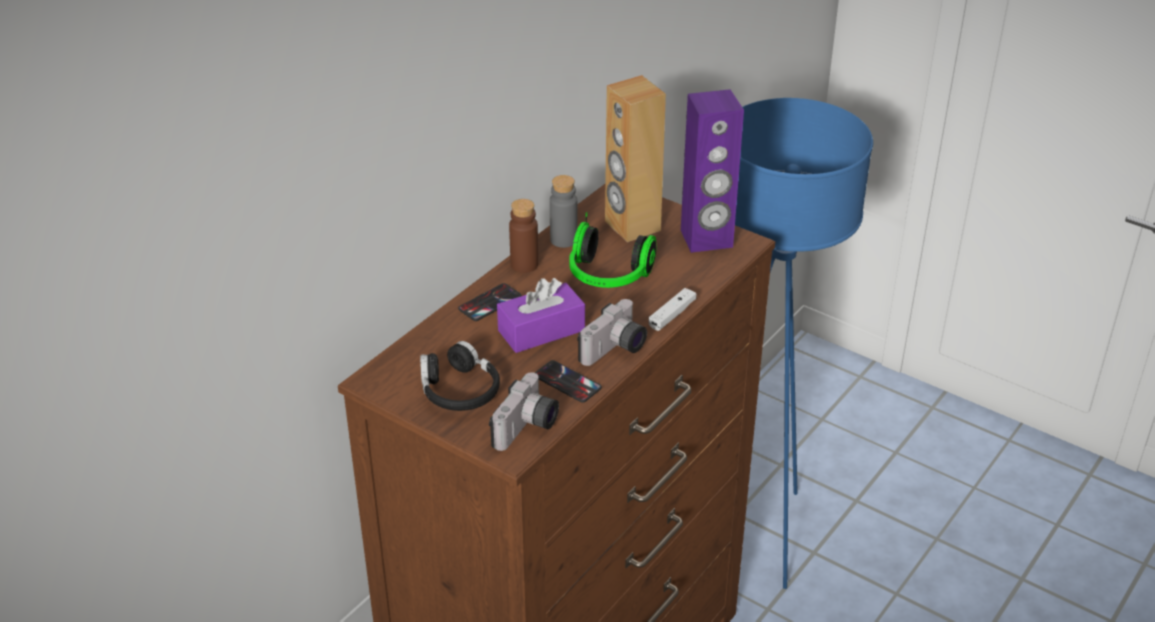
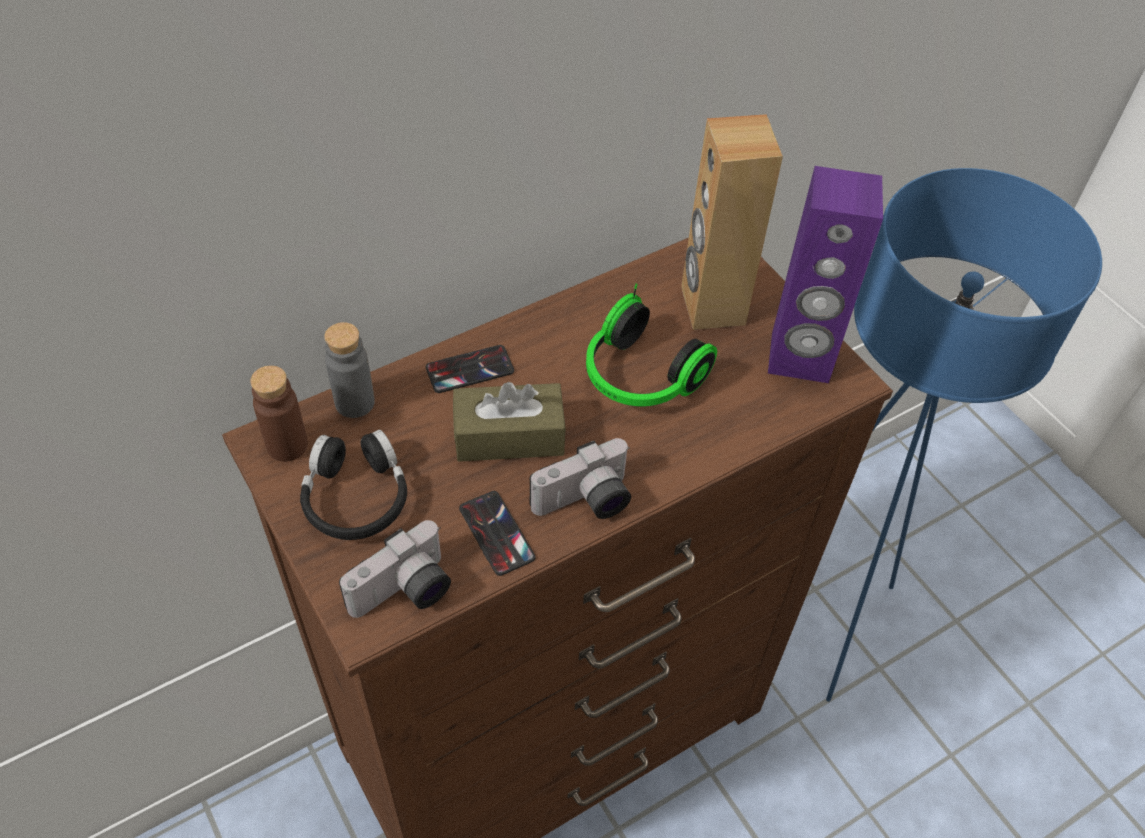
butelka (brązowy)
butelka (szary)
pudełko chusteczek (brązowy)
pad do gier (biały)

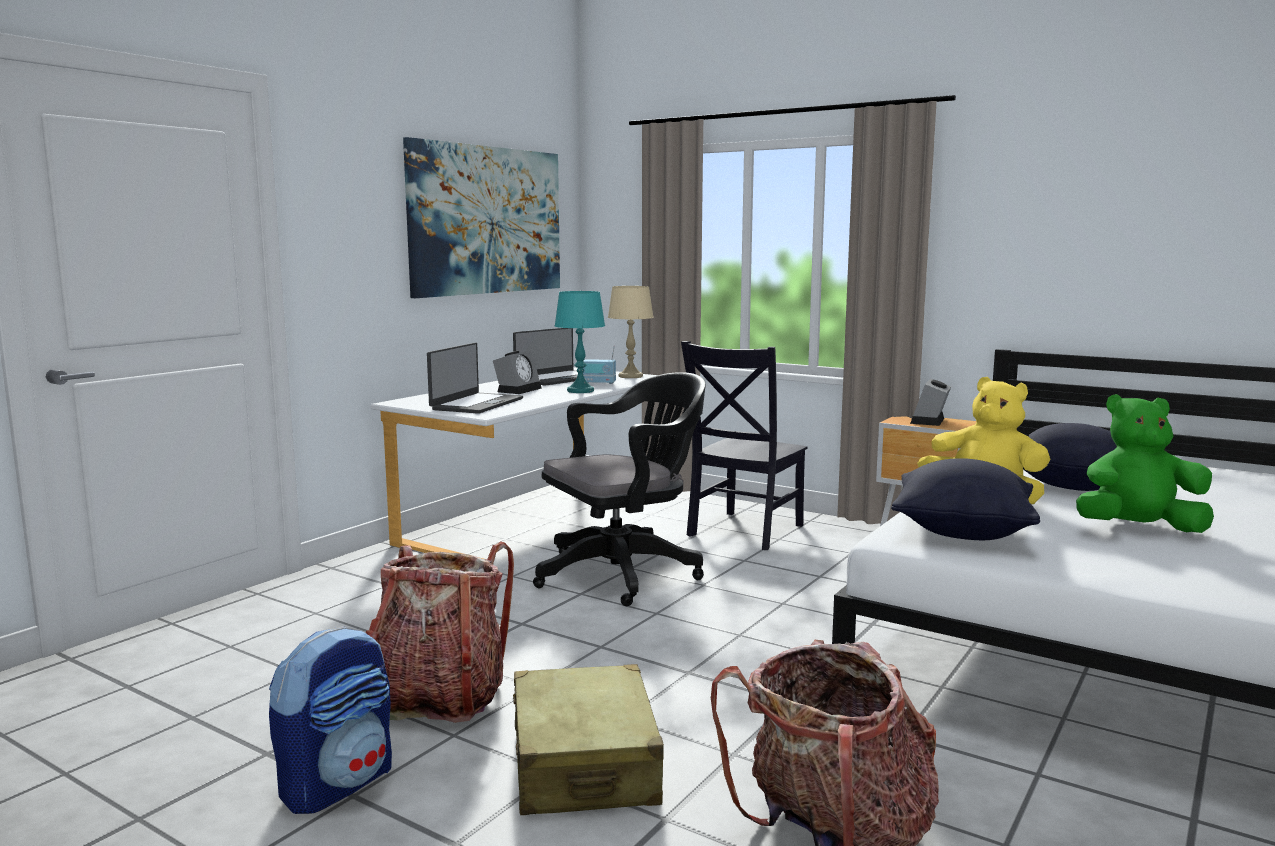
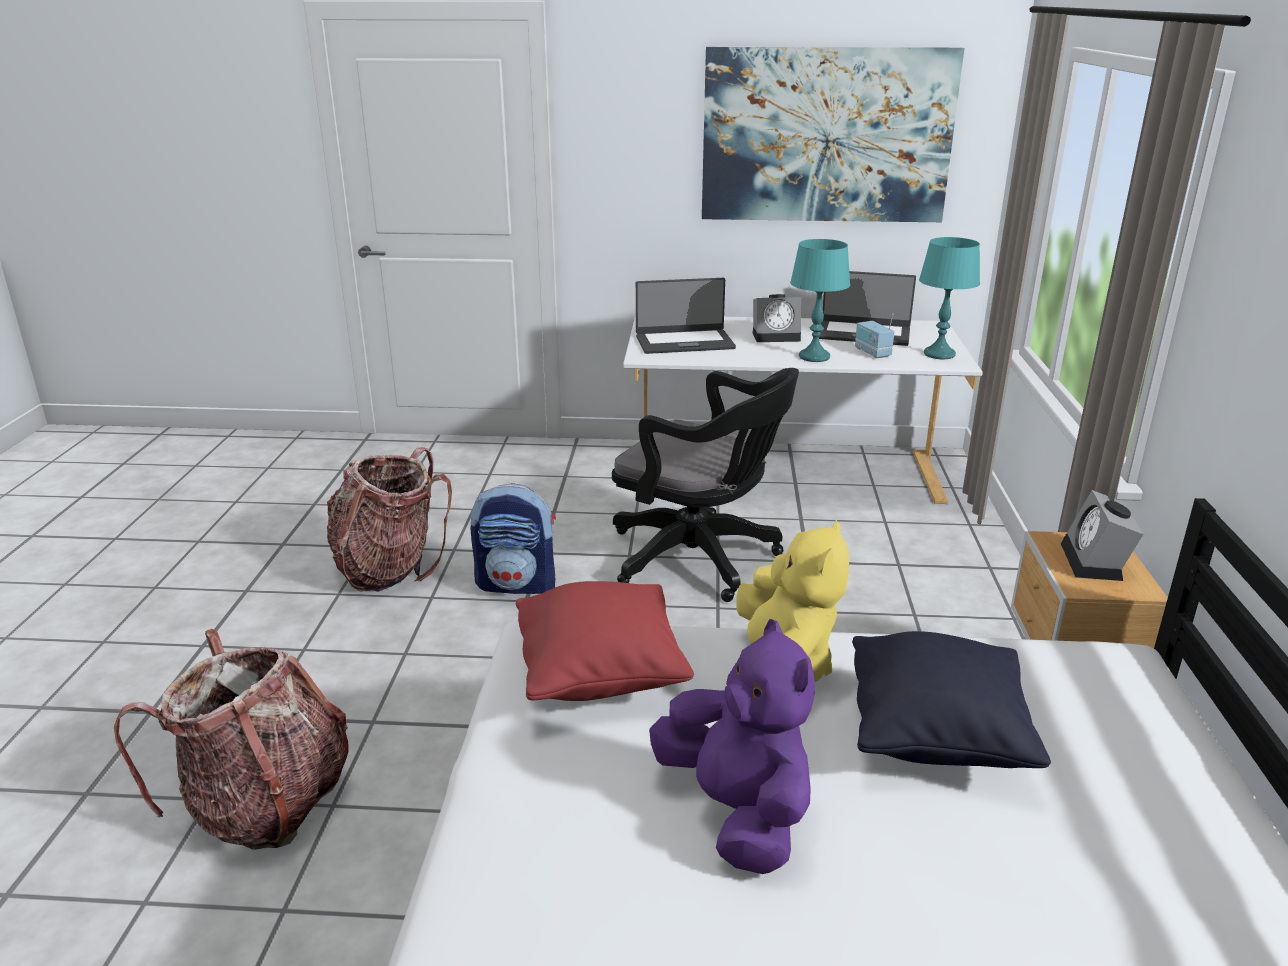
plecak (no. 3 from left)
poduszka (czerwony)
pluszak (fioletowy)
lampa stołowa (turkusowy) (no. 2 from left)
budzik (no. 2 from left)
walizka (beżowy)
krzesło (czarny)

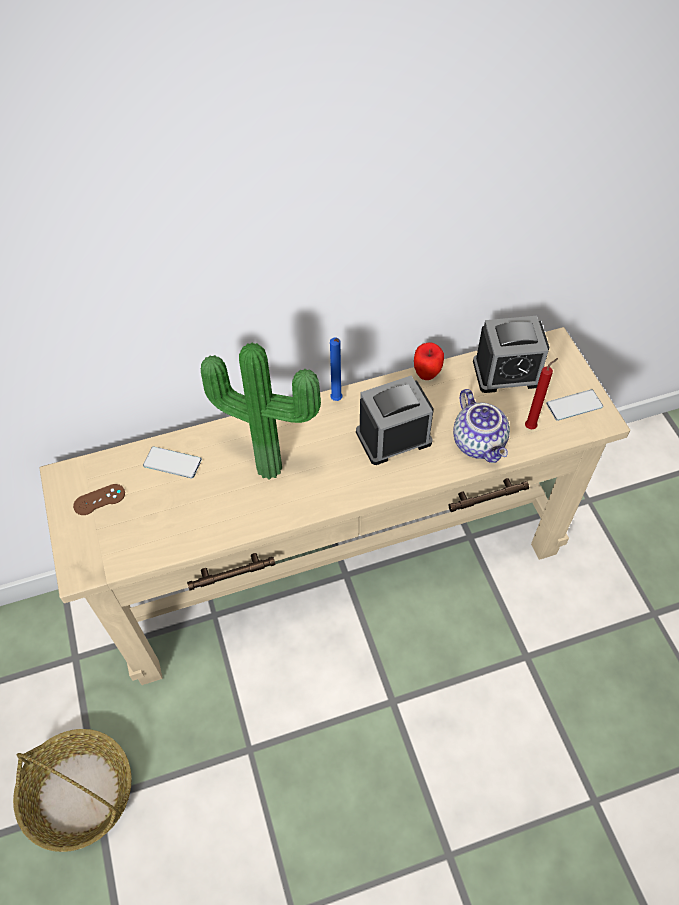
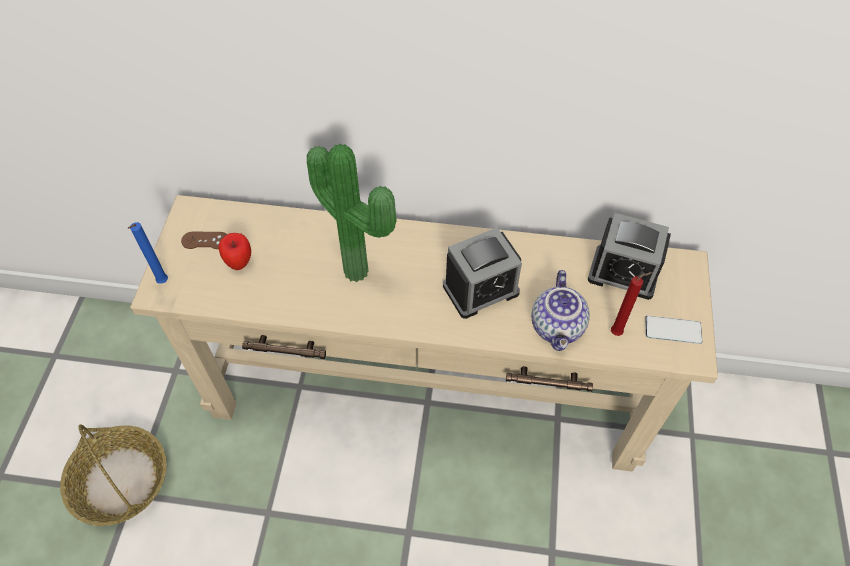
świeca (niebieski)
jabłko
budzik (no. 1 from left)
telefon (no. 1 from left in the first image)

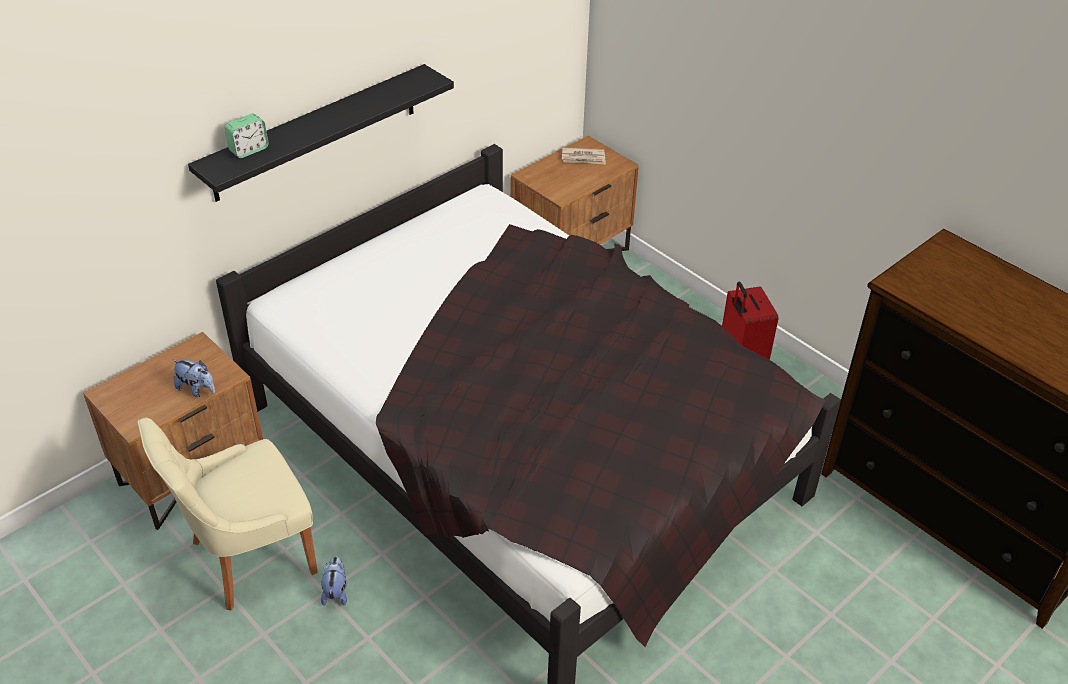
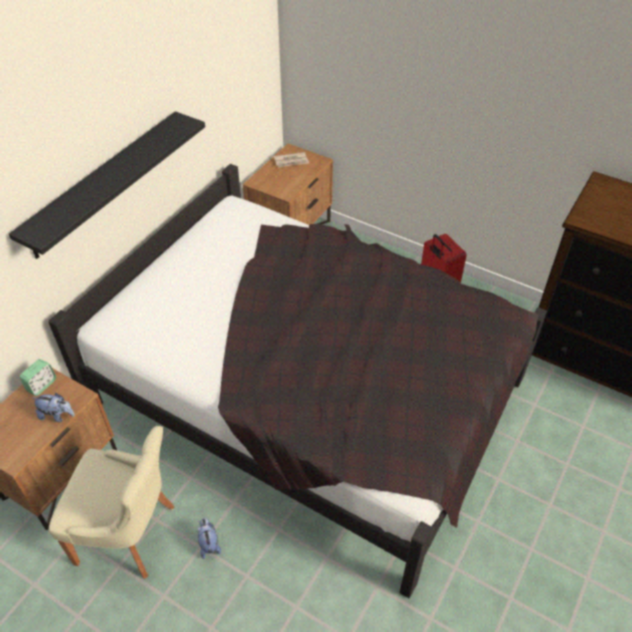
budzik
krzesło (beżowy)

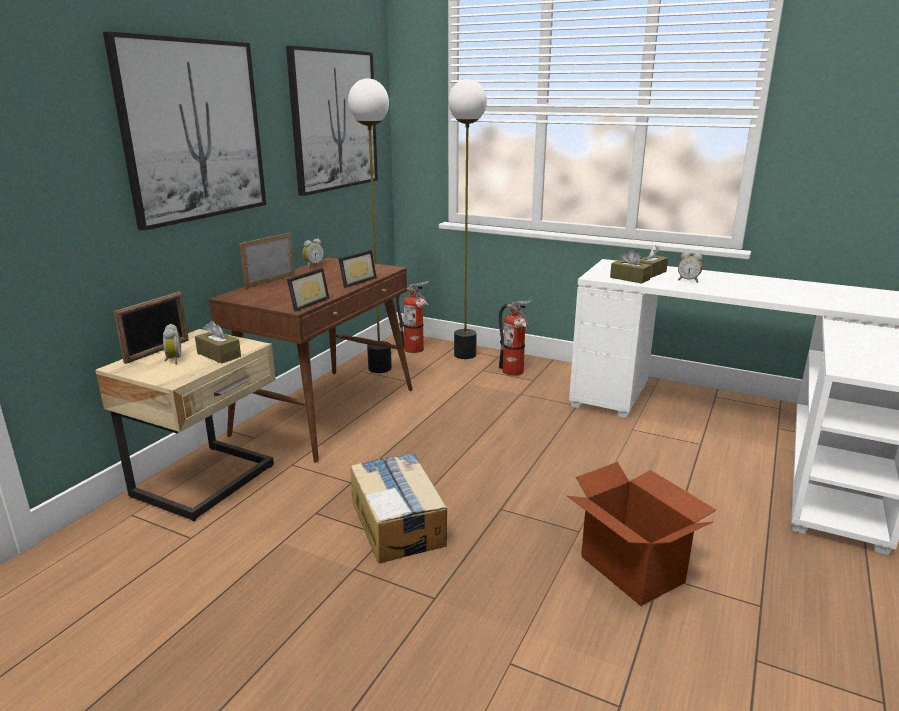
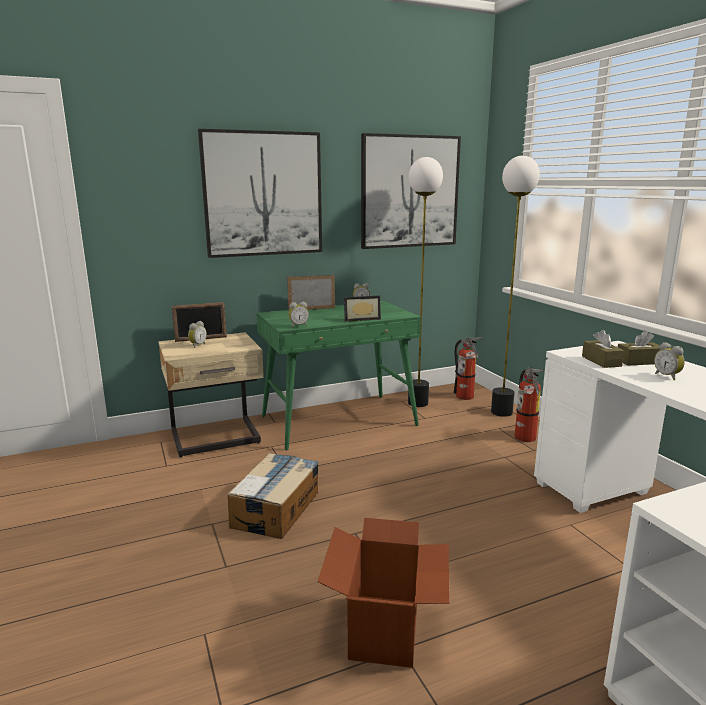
biurko (zielony)
budzik (no. 2 from left)
pudełko chusteczek (brązowy) (no. 1 from left in the first image)

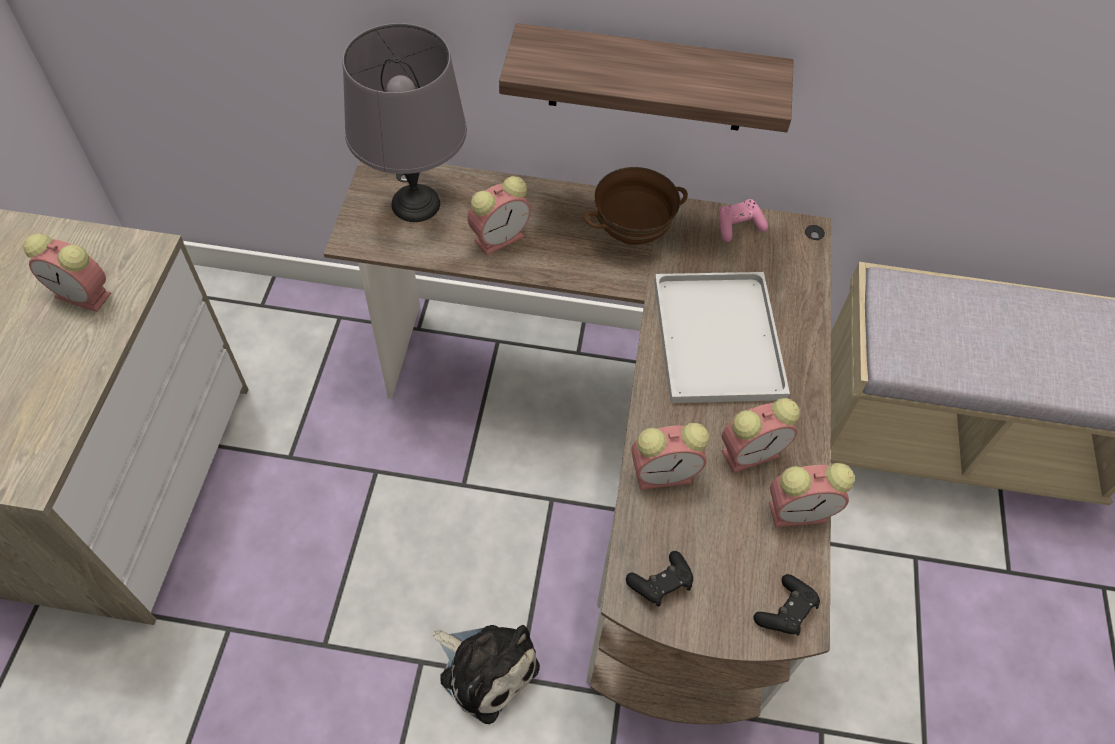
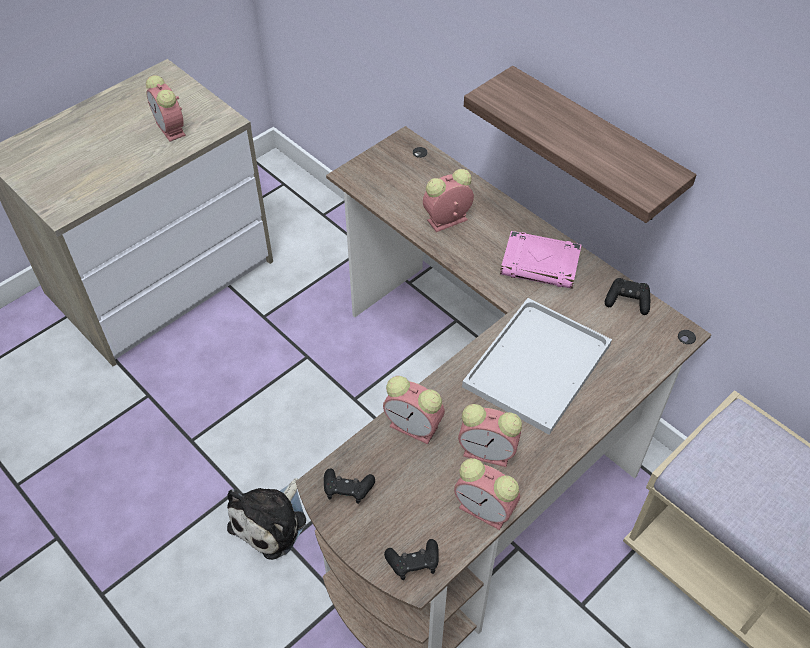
pluszak
budzik (no. 3 from left)
książka (różowy)
pad do gier (czarny) (no. 3 from left)
lampa stołowa (szary)

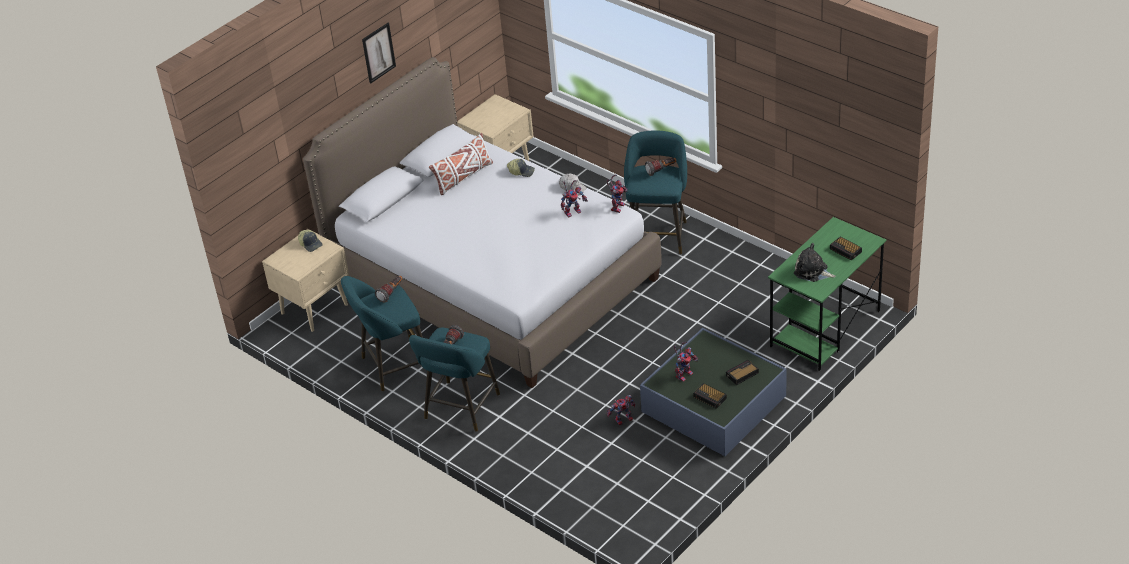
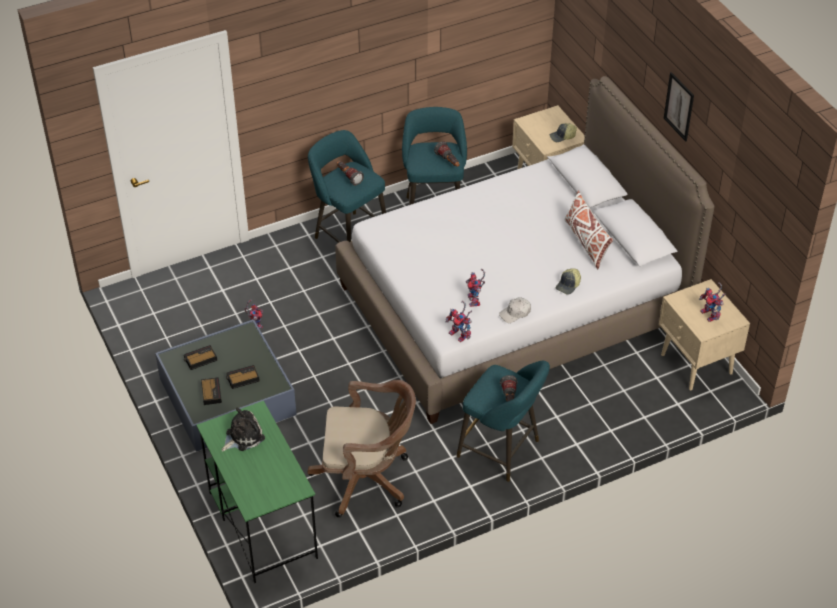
budzik (no. 3 from left)
krzesło biurowe (brązowy)
robot zabawkowy (no. 4 from left)

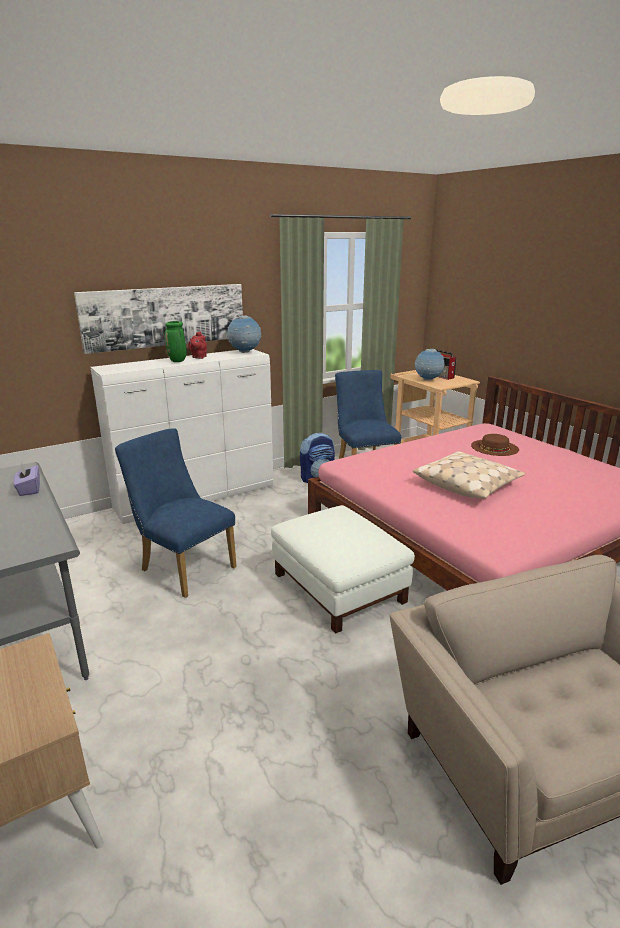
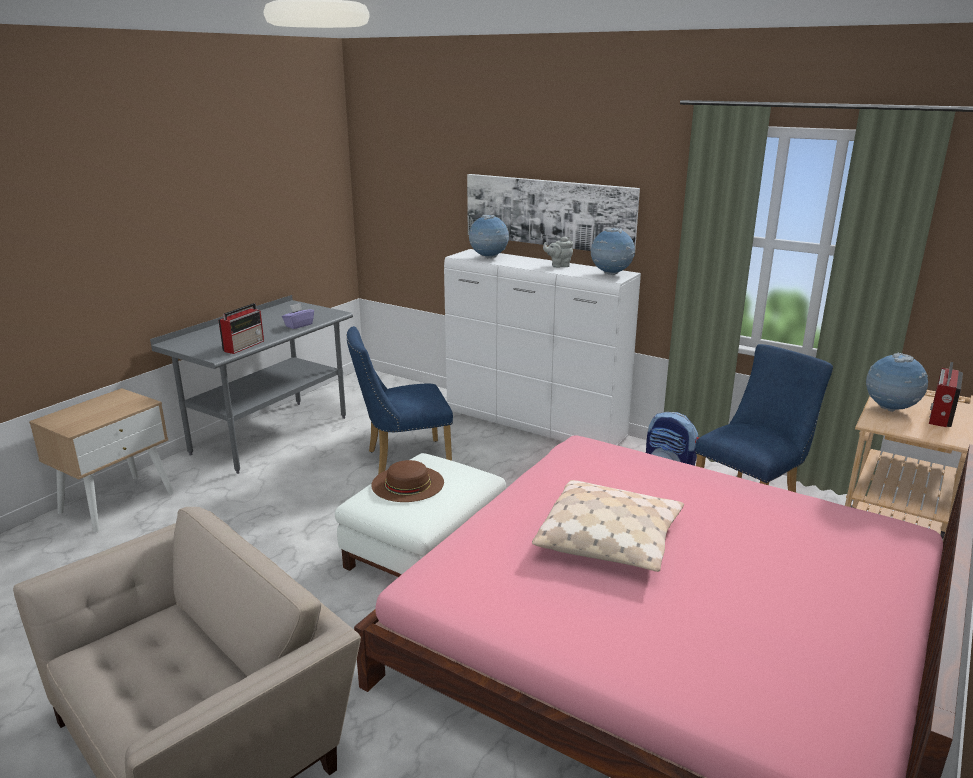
radio (no. 1 from left)
krzesło (niebieski) (no. 1 from left)
kapelusz (brązowy)
globus (no. 1 from left)
imbryk (szary)
wazon (zielony)

